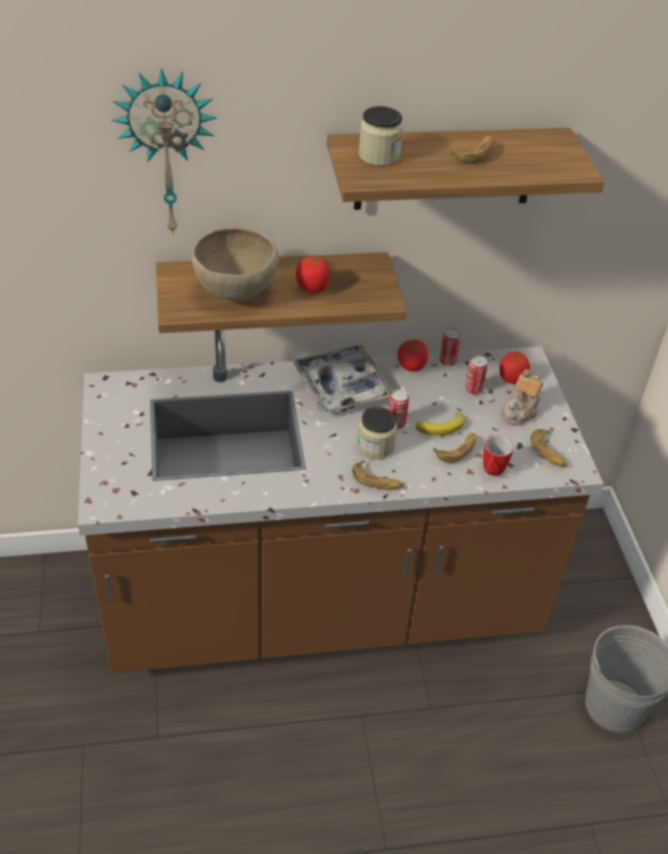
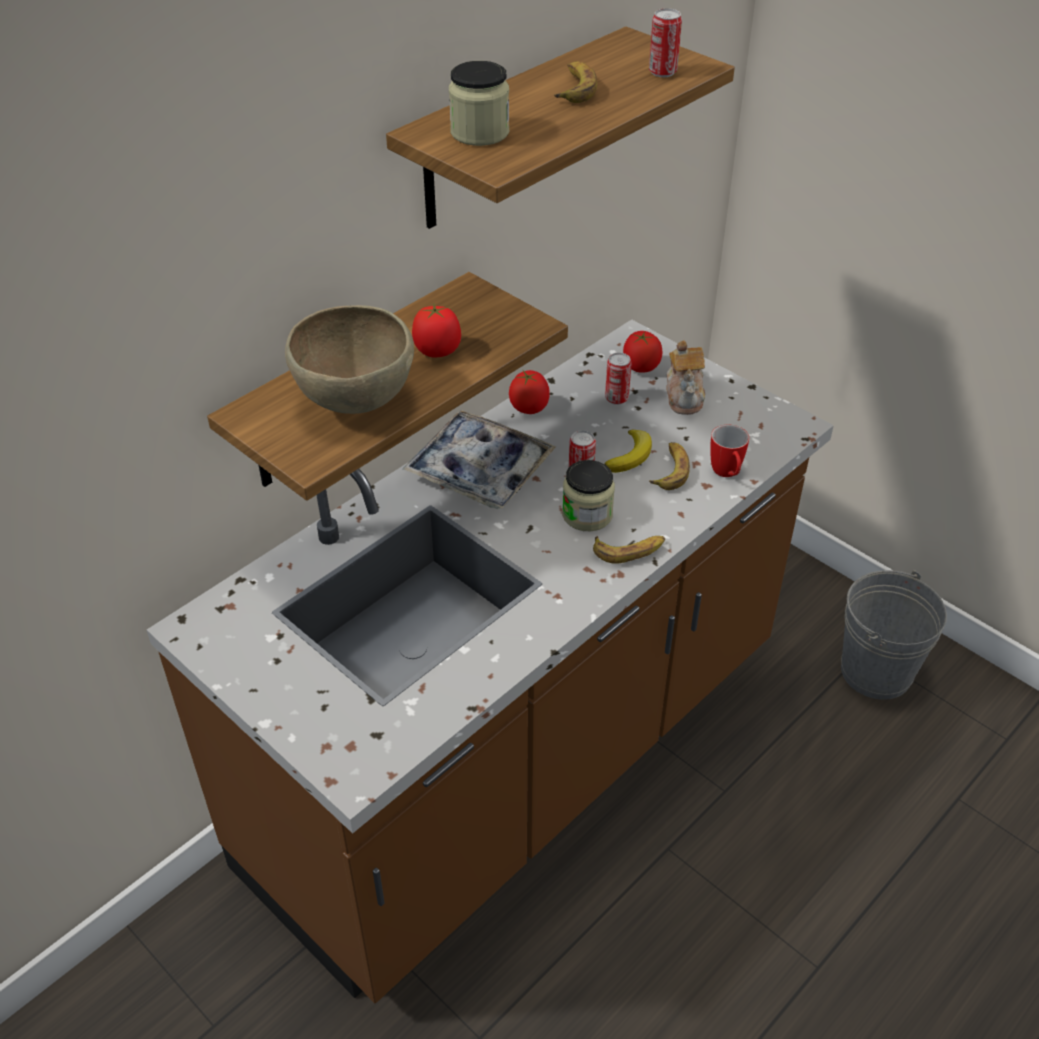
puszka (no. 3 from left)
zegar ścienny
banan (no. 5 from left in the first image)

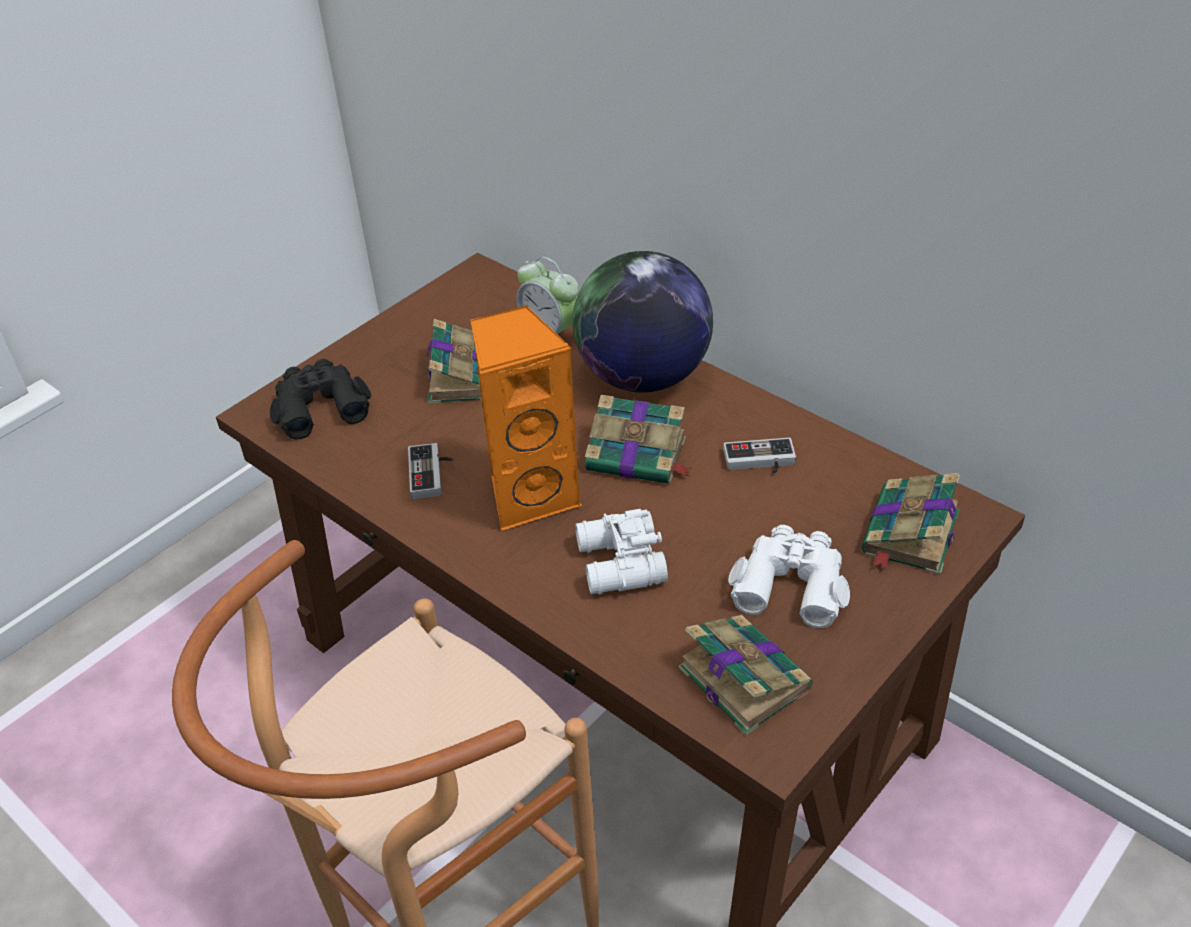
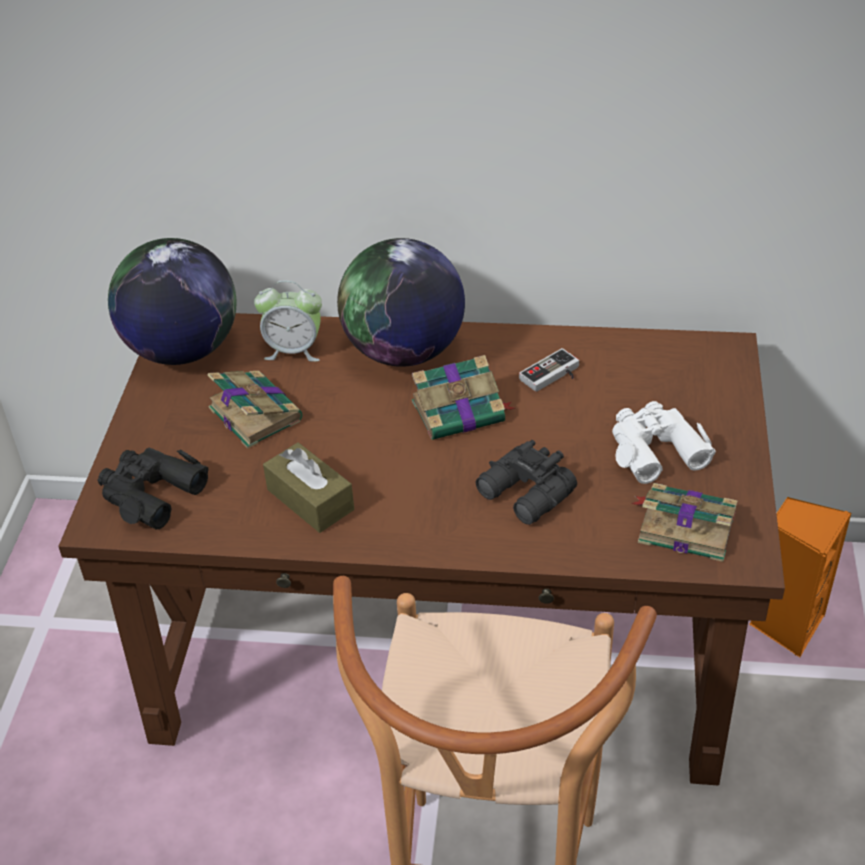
globus (no. 1 from left)
pudełko chusteczek (brązowy)
lornetka (czarny) (no. 2 from left)
głośnik (pomarańczowy)
książka (no. 4 from left in the first image)

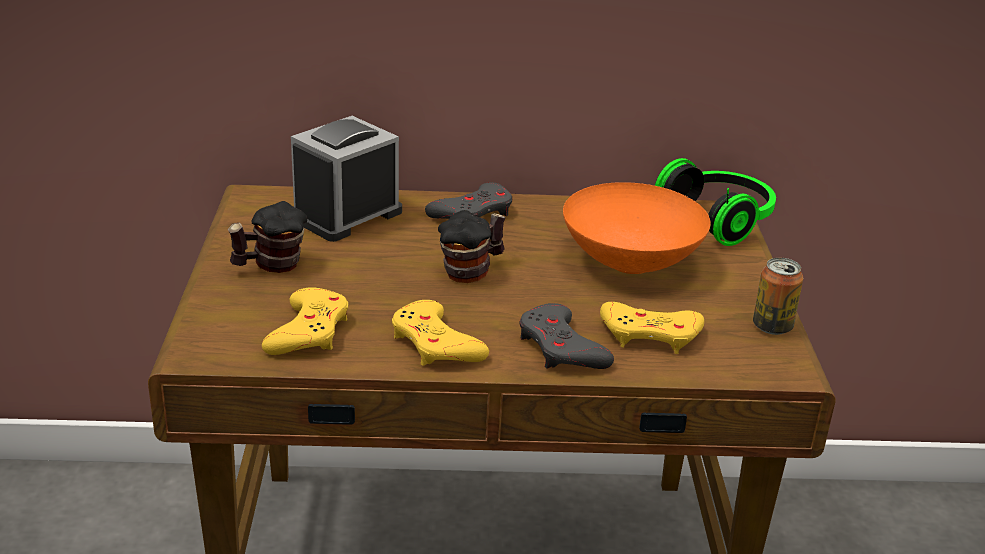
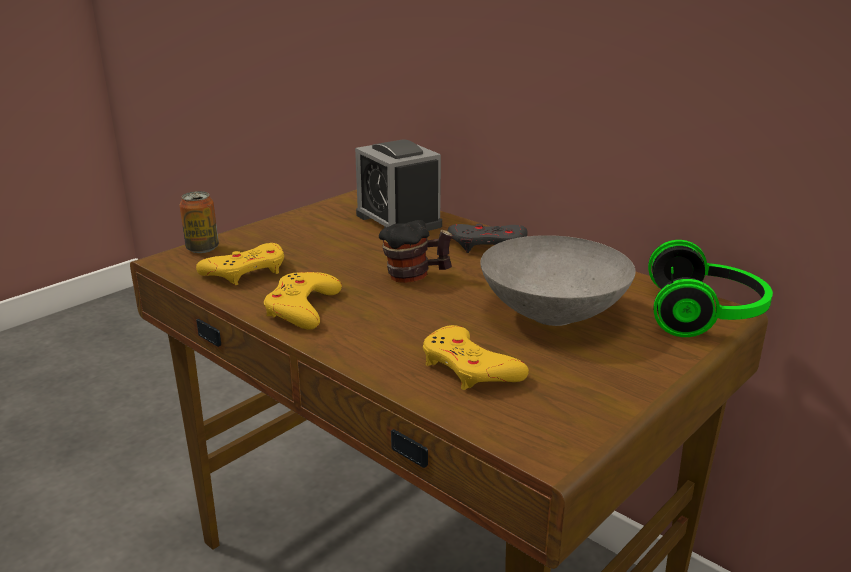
puszka
budzik
miska (szary)
kubek (no. 1 from left in the first image)
pad do gier (szary) (no. 2 from left in the first image)

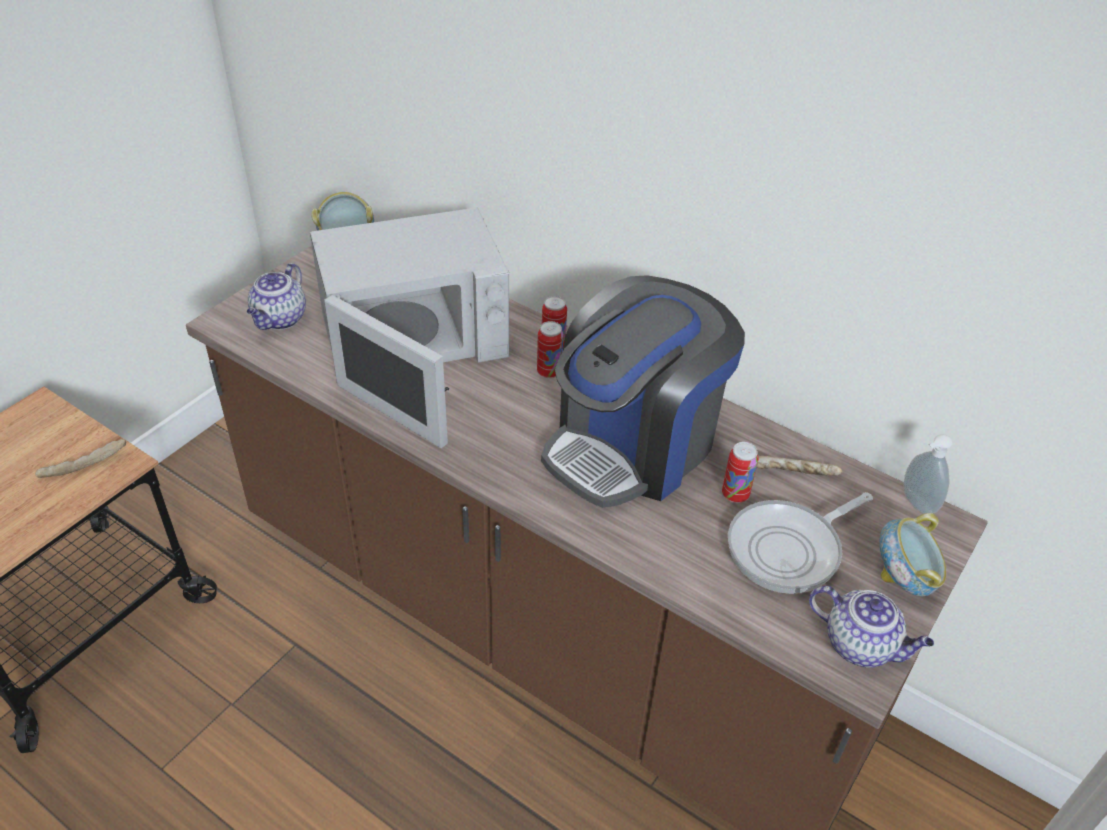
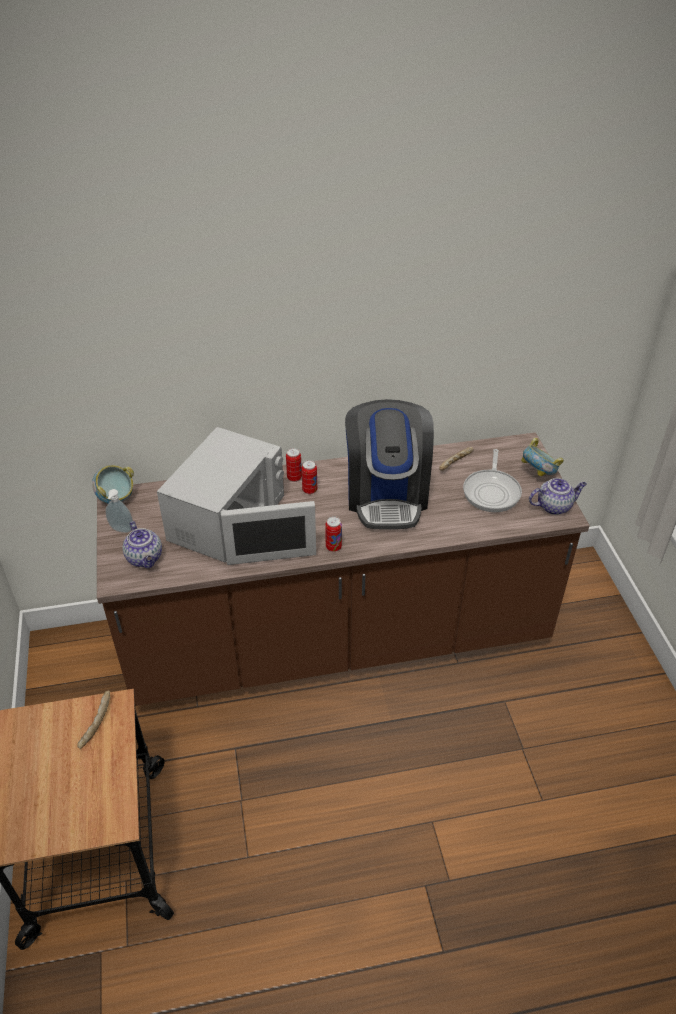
dozownik mydła
puszka (no. 3 from left)

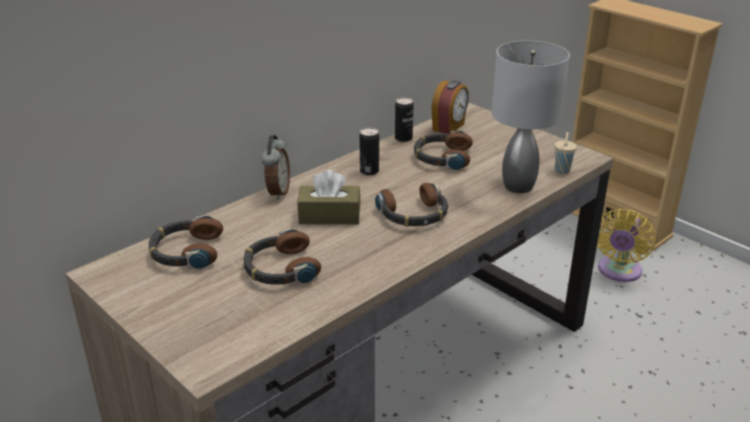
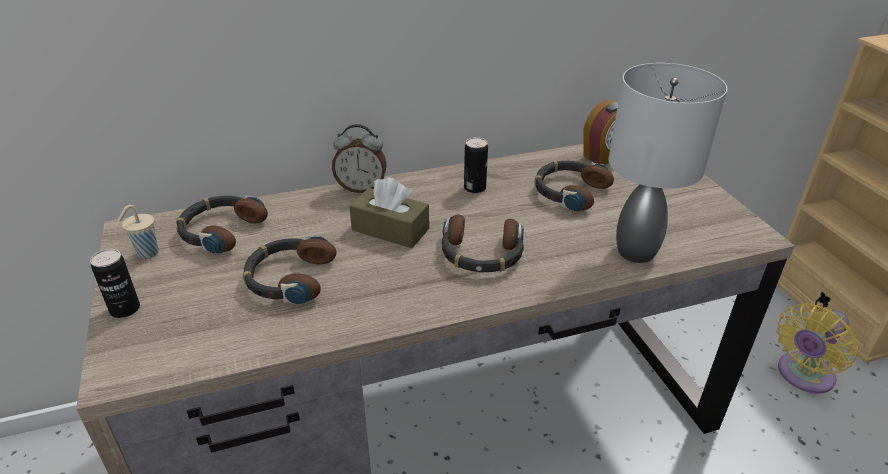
puszka (no. 1 from left)
filiżanka (beżowy)
budzik (no. 1 from left)

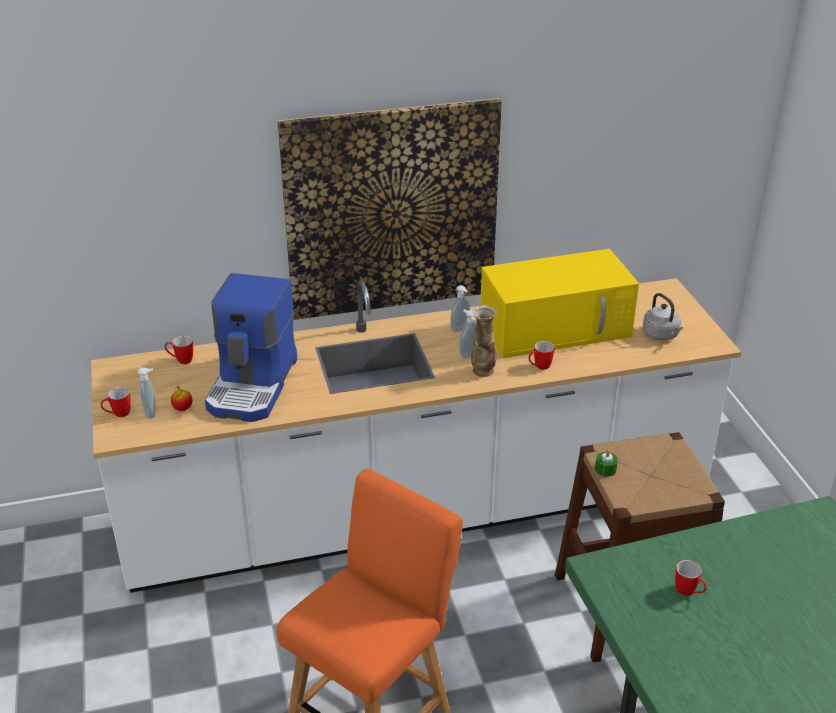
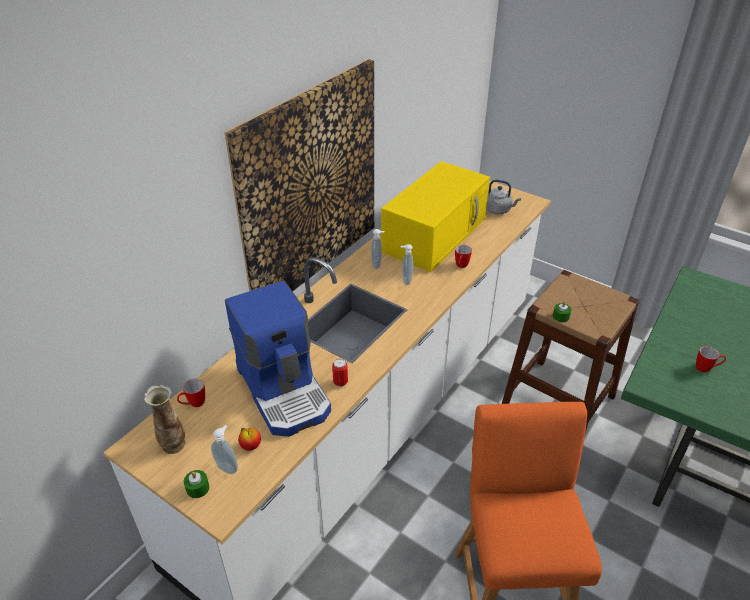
wazon
świeca (zielony) (no. 1 from left)
puszka

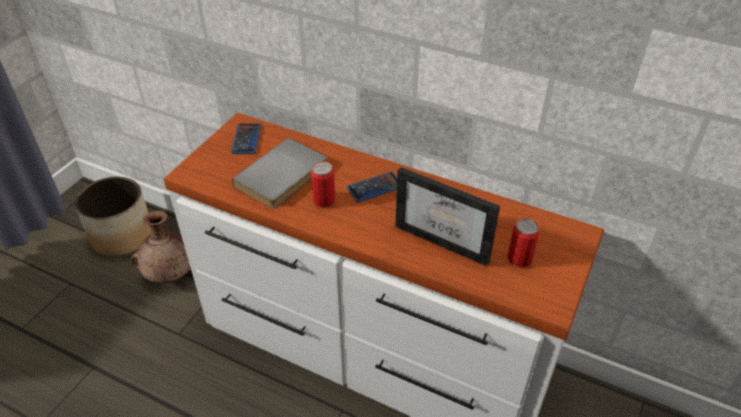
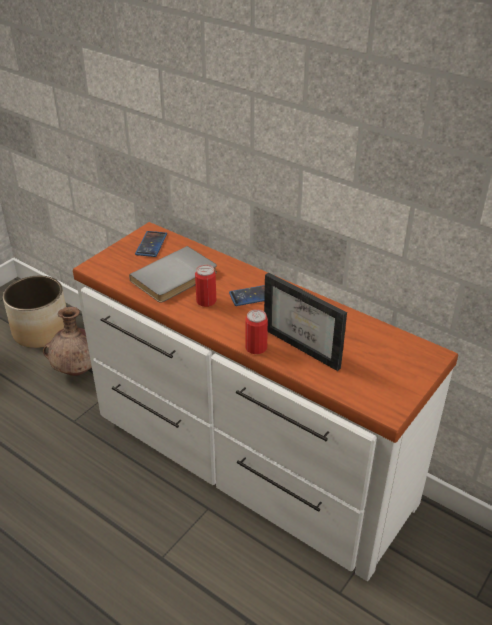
puszka (no. 2 from left)

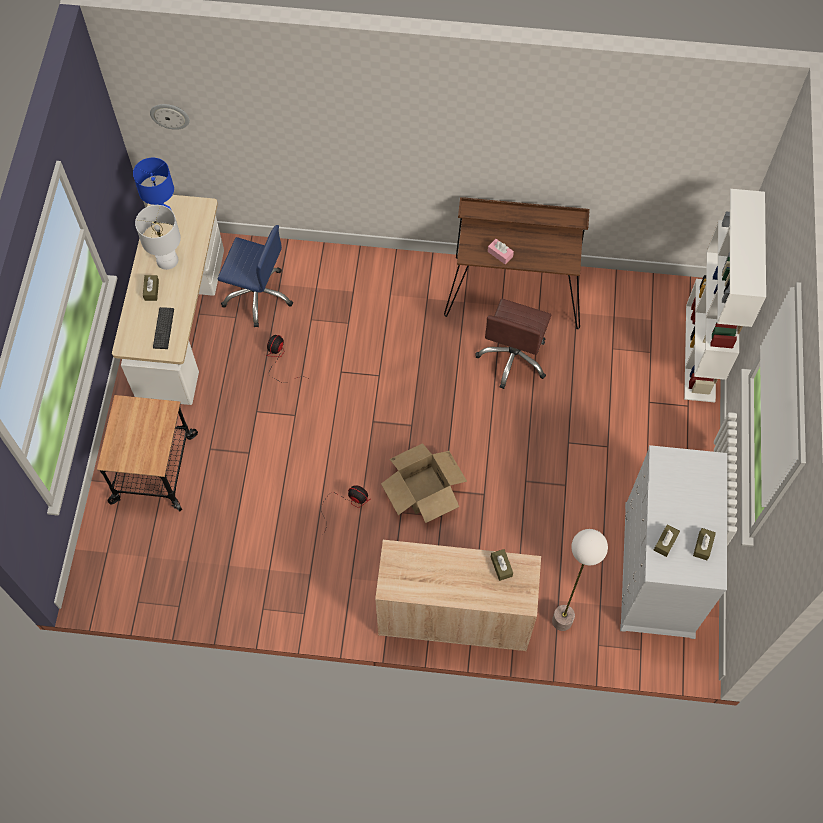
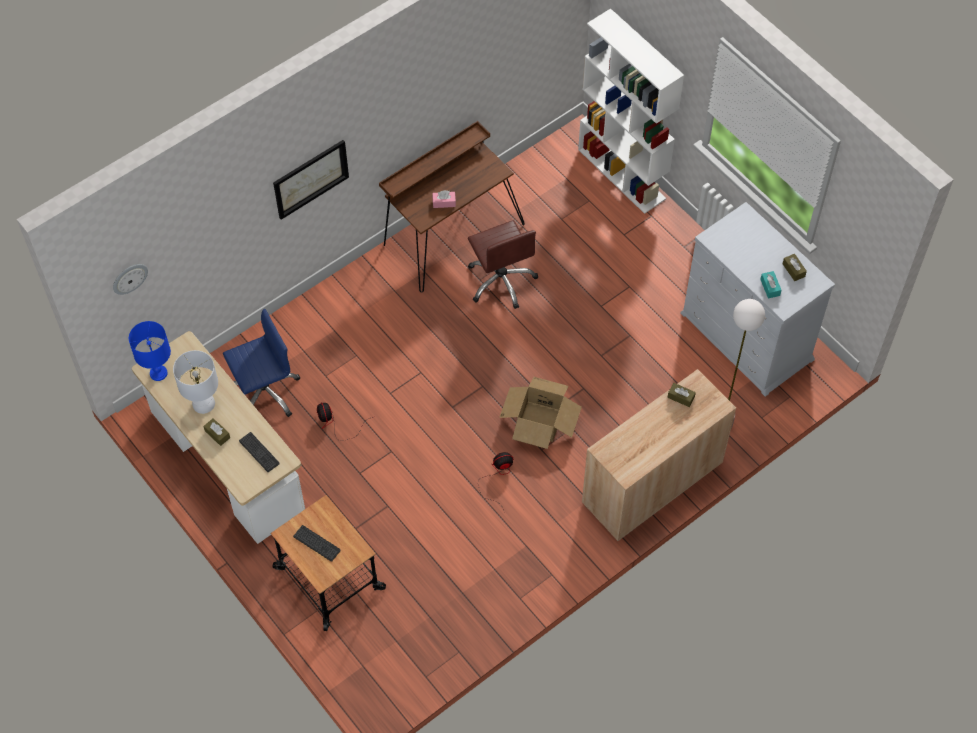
obraz
klawiatura (no. 2 from left)
pudełko chusteczek (turkusowy)

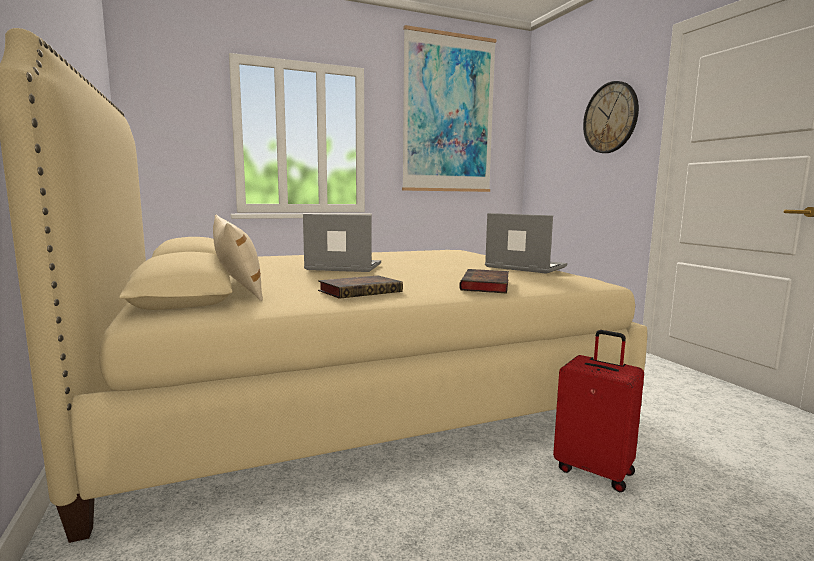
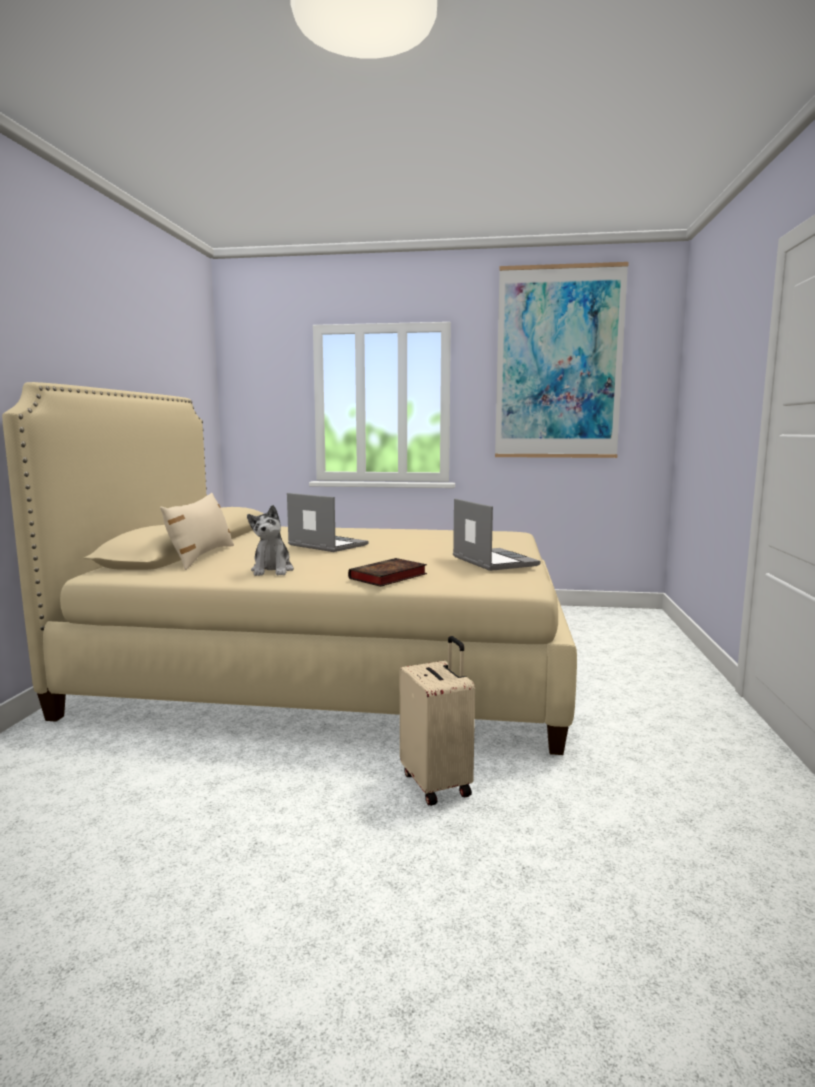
pluszak
walizka (beżowy)
zegar ścienny

